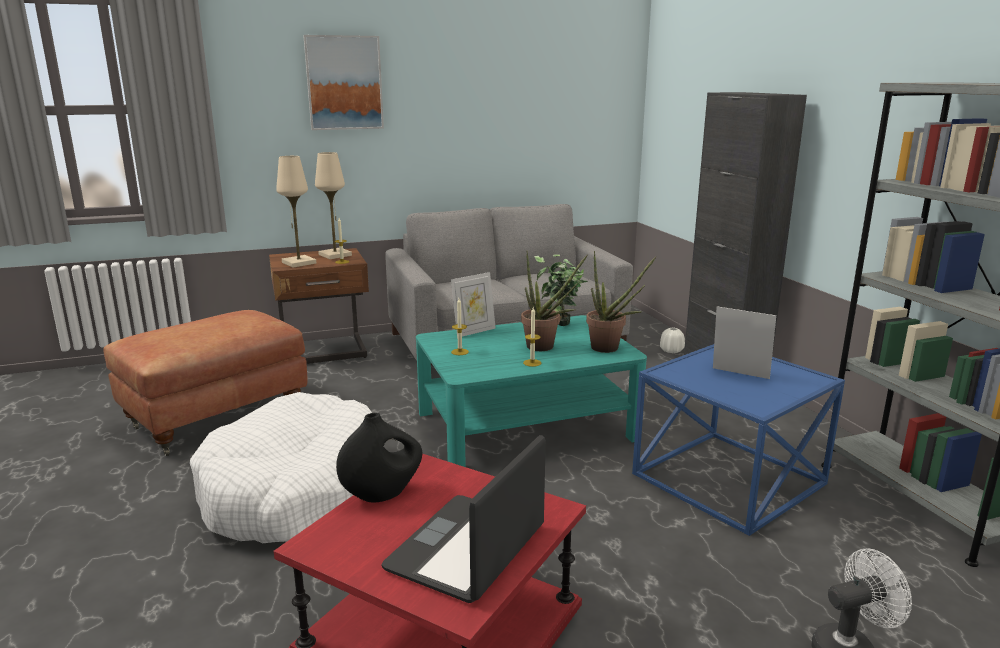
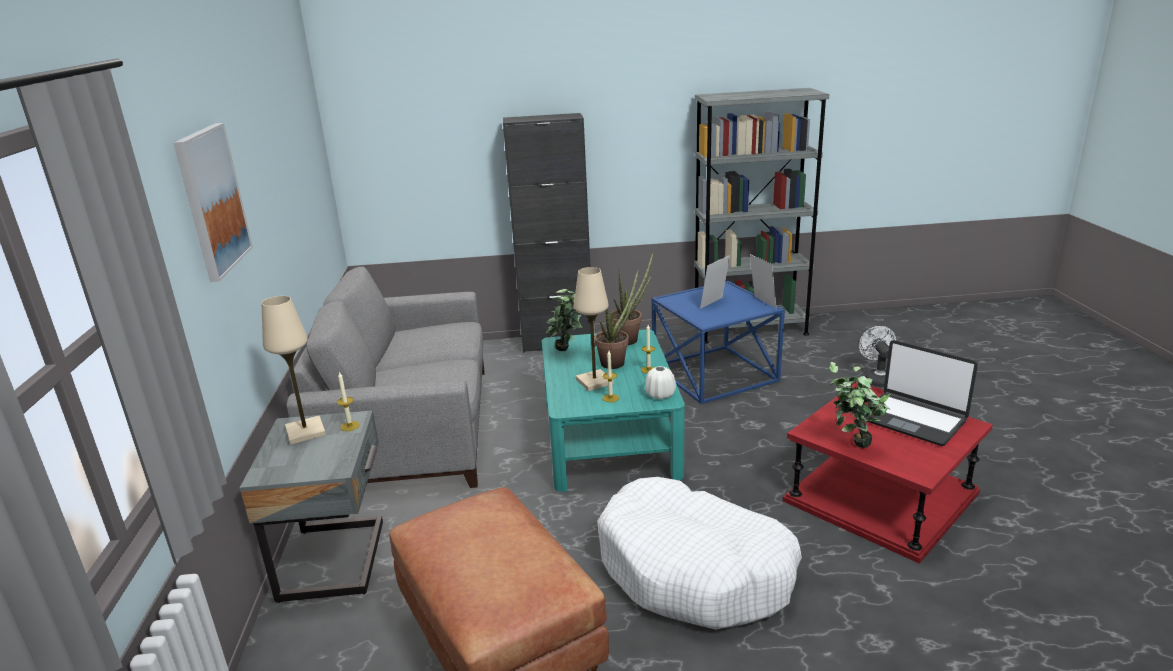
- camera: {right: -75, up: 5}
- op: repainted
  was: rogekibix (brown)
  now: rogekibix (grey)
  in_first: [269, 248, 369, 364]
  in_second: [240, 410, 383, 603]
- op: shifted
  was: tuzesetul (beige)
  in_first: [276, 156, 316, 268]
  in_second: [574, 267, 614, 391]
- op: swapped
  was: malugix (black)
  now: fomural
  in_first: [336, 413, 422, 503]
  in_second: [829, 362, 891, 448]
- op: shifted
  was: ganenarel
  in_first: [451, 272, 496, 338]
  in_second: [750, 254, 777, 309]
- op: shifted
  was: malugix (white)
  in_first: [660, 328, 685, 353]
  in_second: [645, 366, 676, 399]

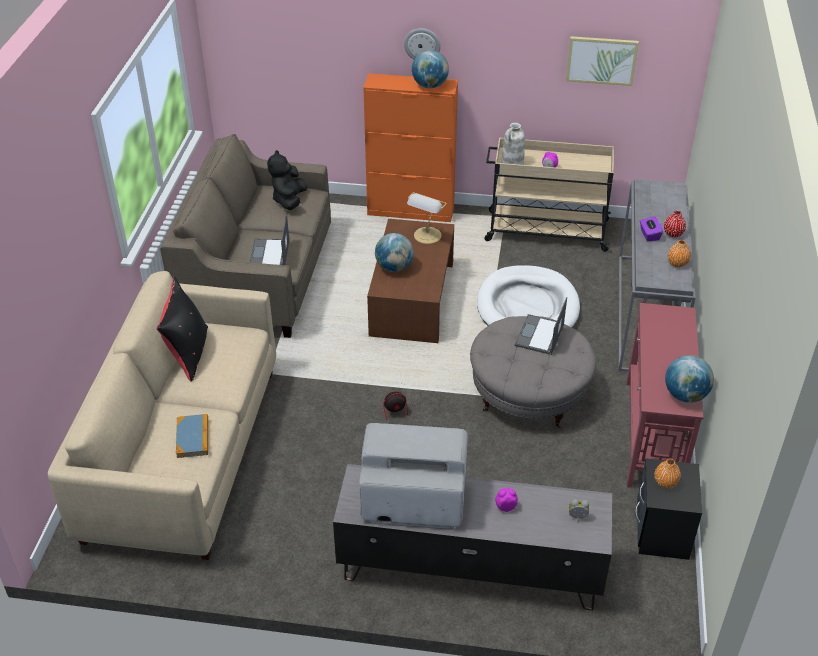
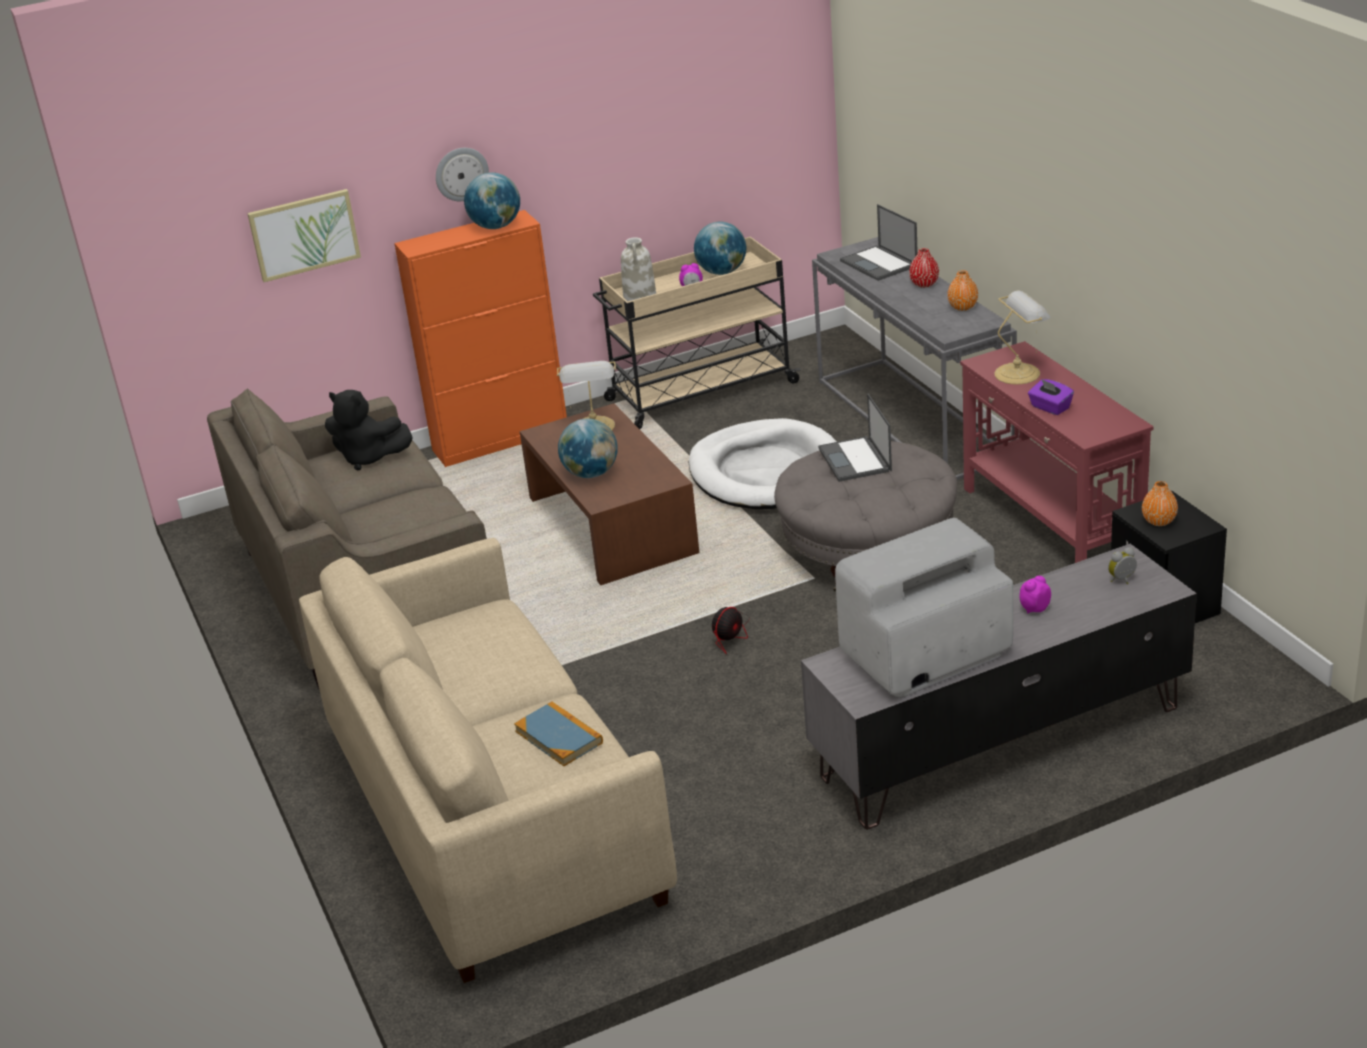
- camera: {right: -30, up: -10}
- op: gone
  was: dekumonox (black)
  in_first: [156, 276, 208, 382]
- op: shifted
  was: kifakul
  in_first: [250, 214, 289, 265]
  in_second: [840, 204, 918, 281]
- op: rotated
  was: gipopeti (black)
  in_first: [267, 150, 307, 210]
  in_second: [325, 390, 413, 471]
  clockwise: -45
- op: shifted
  was: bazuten
  in_first: [566, 36, 639, 86]
  in_second: [247, 189, 361, 282]
- op: shifted
  was: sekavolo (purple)
  in_first: [640, 216, 663, 241]
  in_second: [1028, 379, 1074, 415]
- op: shifted
  was: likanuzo
  in_first: [665, 355, 714, 403]
  in_second: [694, 222, 746, 275]
- op: new
  now: tuzesetul
  in_second: [994, 291, 1051, 385]

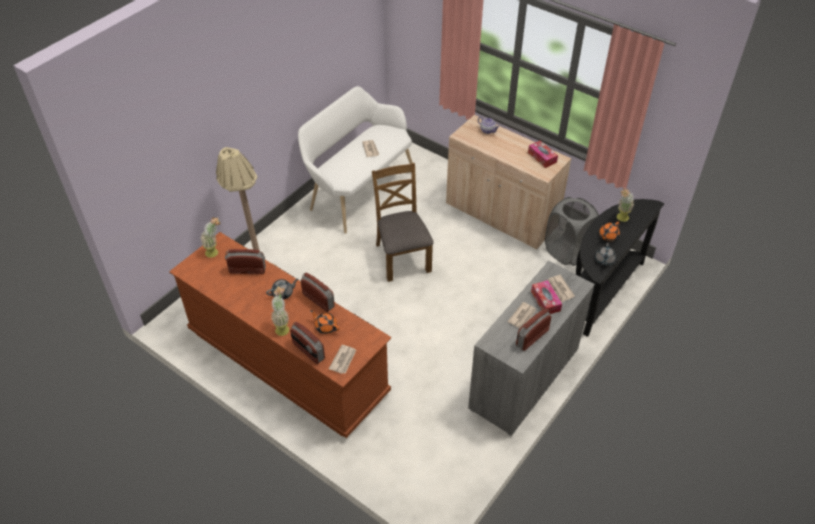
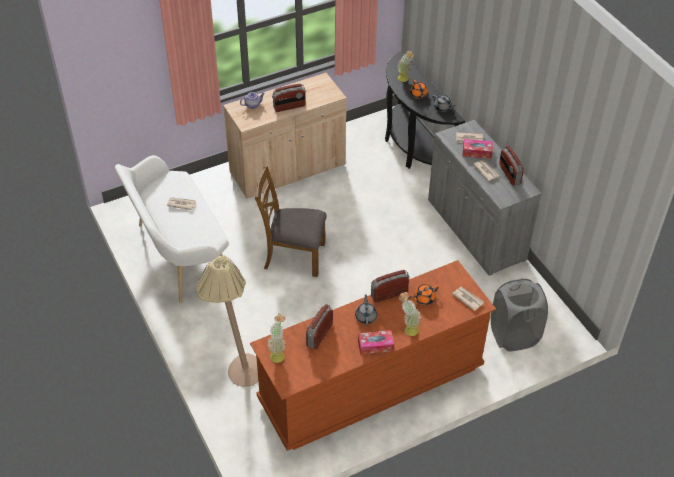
- camera: {right: -65, up: 0}
- op: shifted
  was: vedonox
  in_first: [290, 322, 325, 364]
  in_second: [272, 84, 306, 112]
- op: shifted
  was: sekavolo
  in_first: [528, 141, 558, 168]
  in_second: [358, 330, 394, 354]
- op: shifted
  was: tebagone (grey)
  in_first: [545, 197, 599, 266]
  in_second: [491, 278, 548, 351]

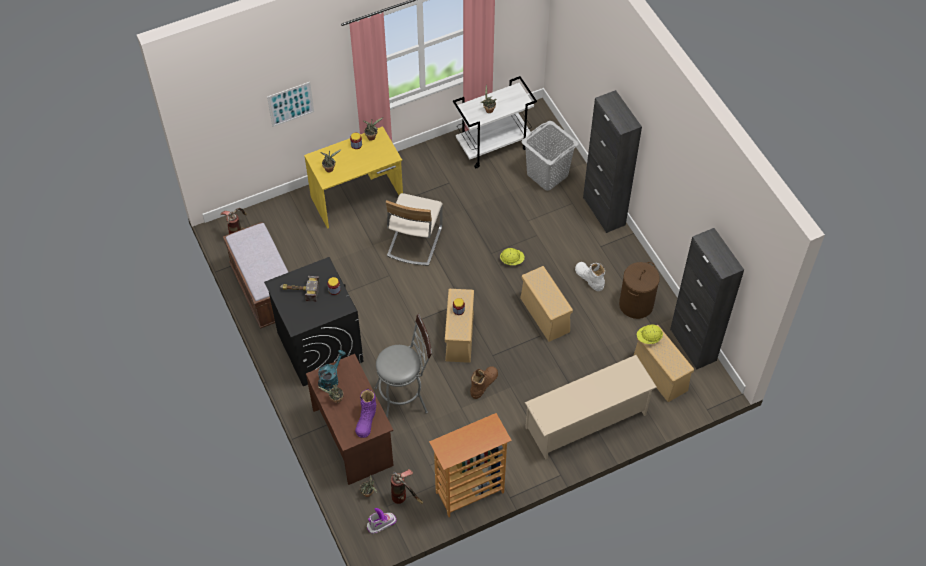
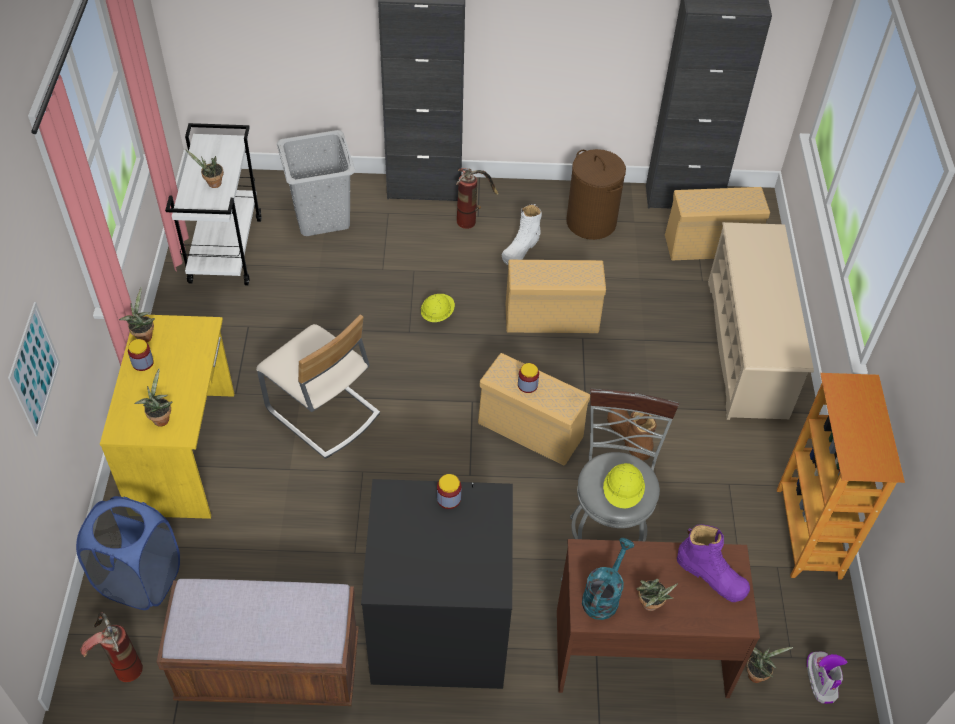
- camera: {right: -65, up: -5}
- op: gone
  was: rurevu
  in_first: [280, 276, 320, 302]
- op: rotated
  was: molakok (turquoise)
  in_first: [318, 350, 346, 391]
  in_second: [582, 538, 635, 620]
  clockwise: 60
- op: shifted
  was: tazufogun
  in_first: [391, 469, 423, 504]
  in_second: [456, 168, 499, 229]
- op: rotated
  was: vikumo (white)
  in_first: [575, 262, 605, 291]
  in_second: [502, 204, 542, 265]
  clockwise: -45
- op: shifted
  was: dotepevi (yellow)
  in_first: [637, 324, 663, 344]
  in_second: [603, 463, 645, 509]
- op: new
  now: tebagone (blue)
  in_second: [76, 496, 180, 610]

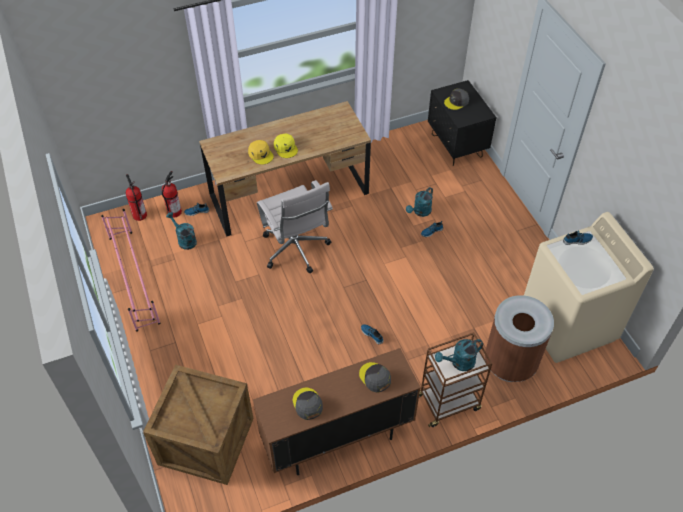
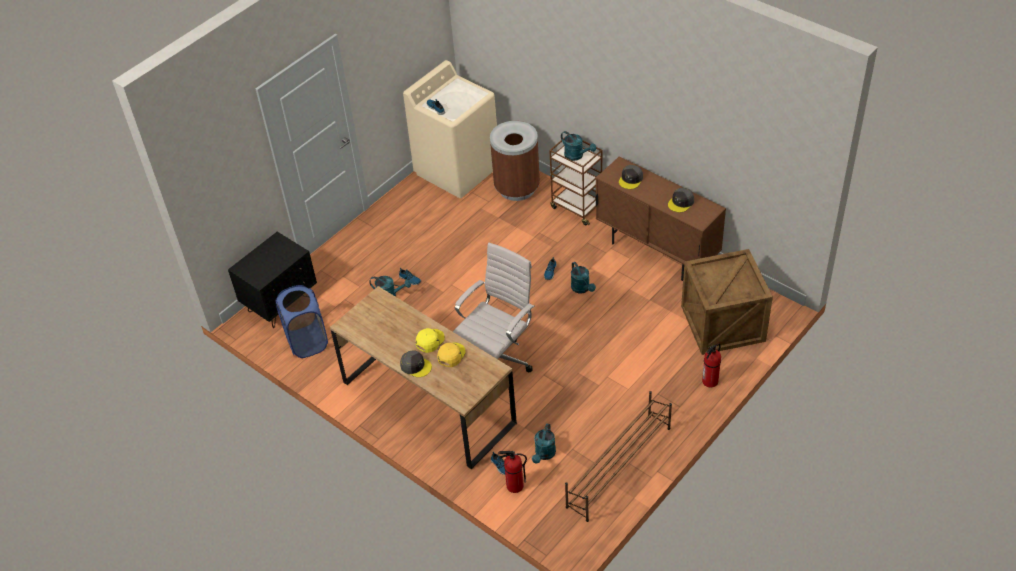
- camera: {right: -115, up: -5}
- op: repainted
  was: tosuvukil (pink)
  now: tosuvukil (brown)
  in_first: [101, 209, 161, 332]
  in_second: [565, 391, 672, 522]
- op: shifted
  was: tazufogun
  in_first: [126, 174, 147, 221]
  in_second: [702, 343, 721, 387]
- op: shifted
  was: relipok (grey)
  in_first: [444, 89, 469, 110]
  in_second: [400, 350, 432, 377]
- op: new
  now: tebagone (blue)
  in_second: [275, 285, 328, 358]
- op: new
  now: molakok (turquoise)
  in_second: [571, 262, 596, 294]

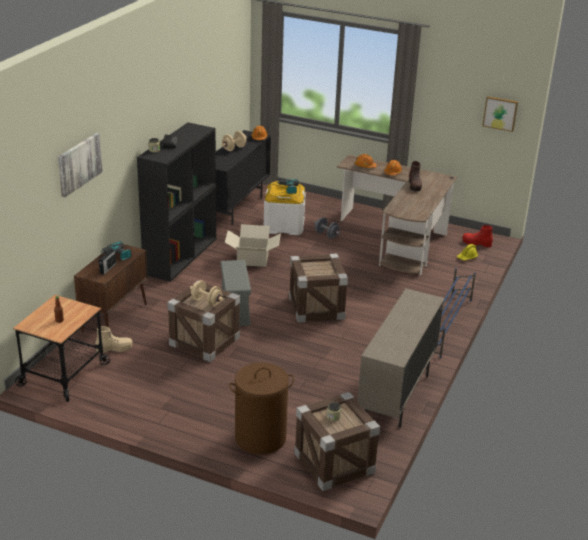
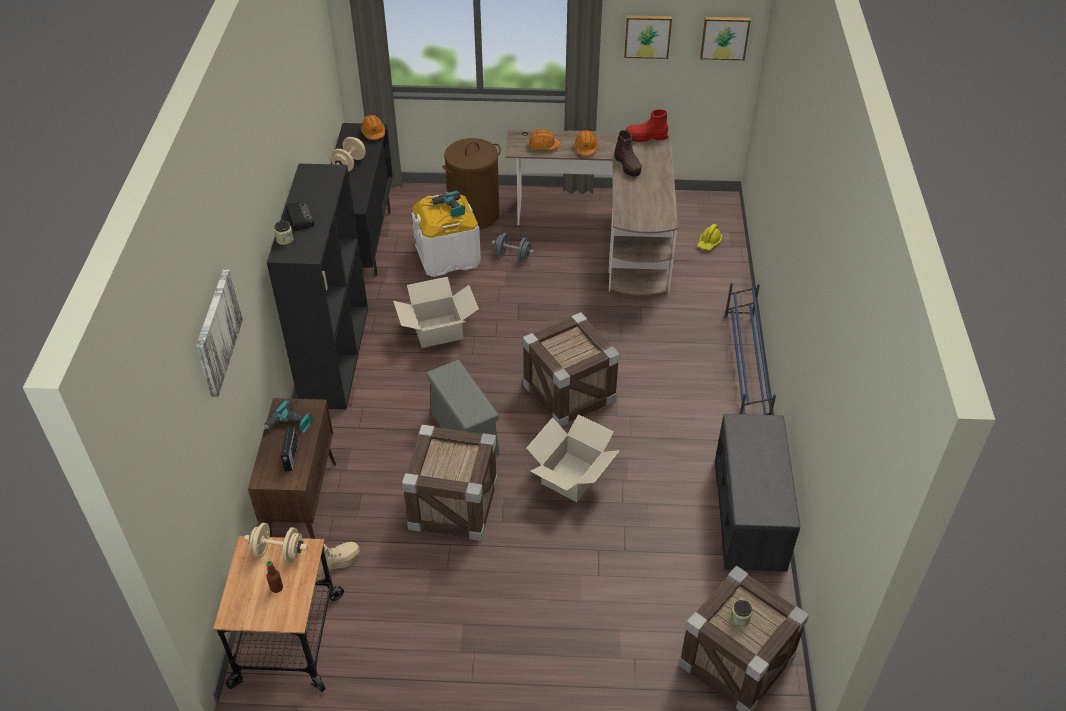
- camera: {right: -20, up: 15}
- op: shifted
  was: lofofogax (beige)
  in_first: [190, 280, 223, 306]
  in_second: [244, 523, 308, 563]
- op: shifted
  was: tebagone (brown)
  in_first: [229, 362, 294, 455]
  in_second: [442, 138, 501, 230]
- op: swapped
  was: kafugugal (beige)
  now: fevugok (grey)
  in_first: [357, 288, 444, 428]
  in_second: [715, 414, 800, 572]
- op: shifted
  was: vikumo (red)
  in_first: [463, 225, 493, 247]
  in_second: [626, 109, 668, 142]
- op: new
  now: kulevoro
  in_second: [526, 414, 619, 502]
- op: new
  now: bazuten
  in_second: [624, 15, 672, 59]

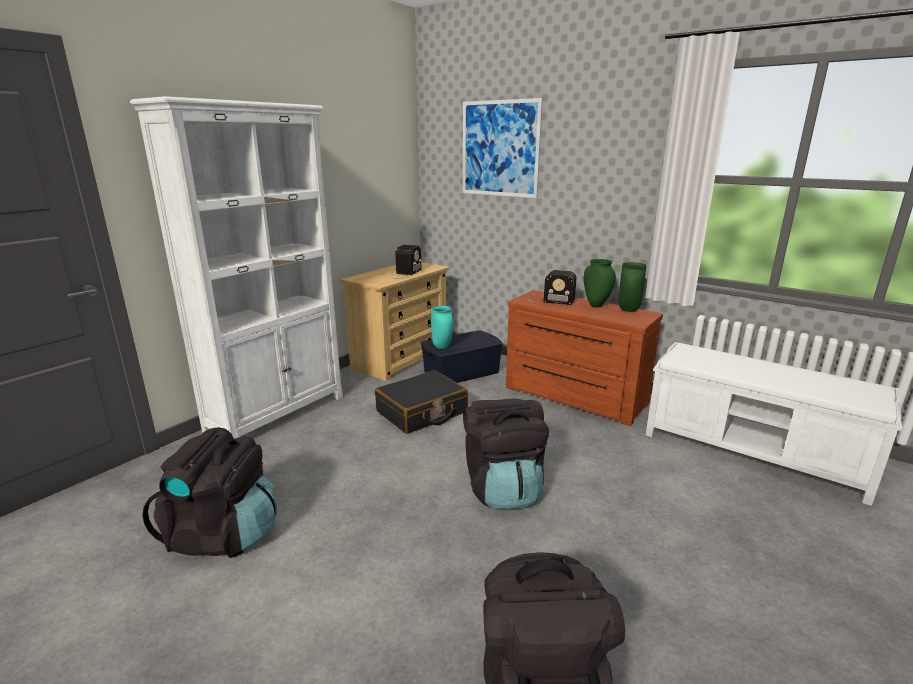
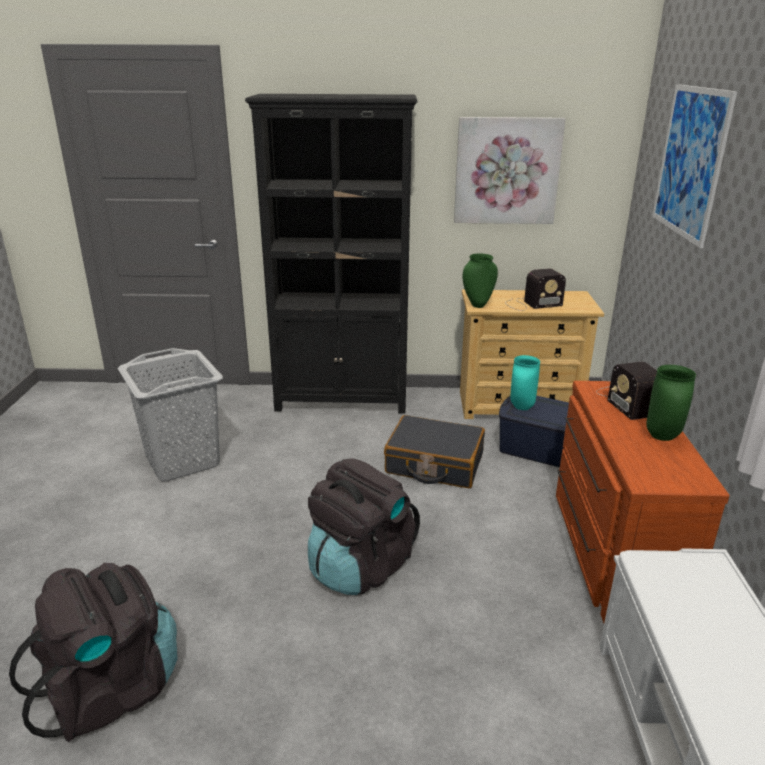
- camera: {right: 55, up: 5}
- op: repainted
  was: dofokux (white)
  now: dofokux (black)
  in_first: [130, 96, 343, 439]
  in_second: [245, 94, 418, 414]
- op: swapped
  was: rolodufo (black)
  now: tebagone (grey)
  in_first: [142, 427, 277, 558]
  in_second: [118, 348, 223, 481]
- op: shifted
  was: malugix (green)
  in_first: [618, 262, 646, 312]
  in_second: [463, 254, 498, 308]
- op: new
  now: bazuten
  in_second: [454, 117, 565, 224]

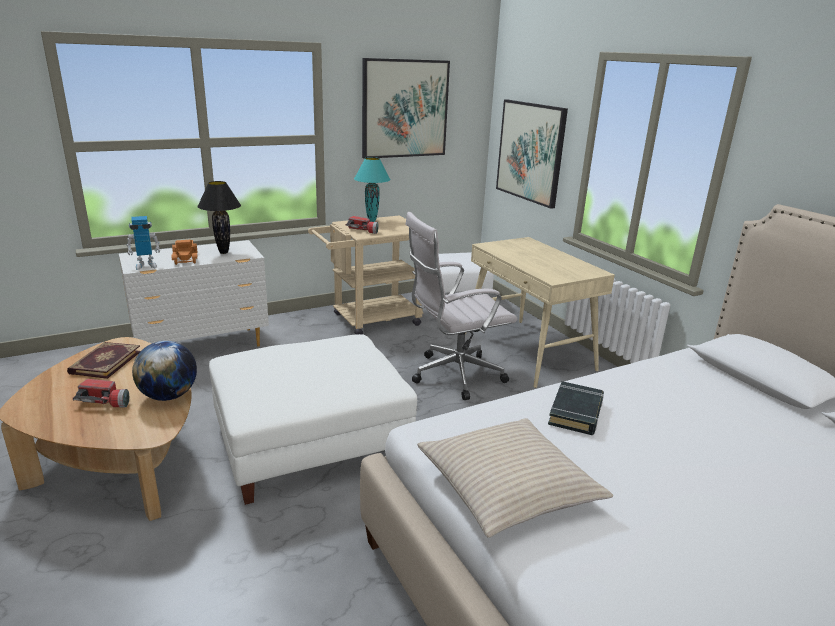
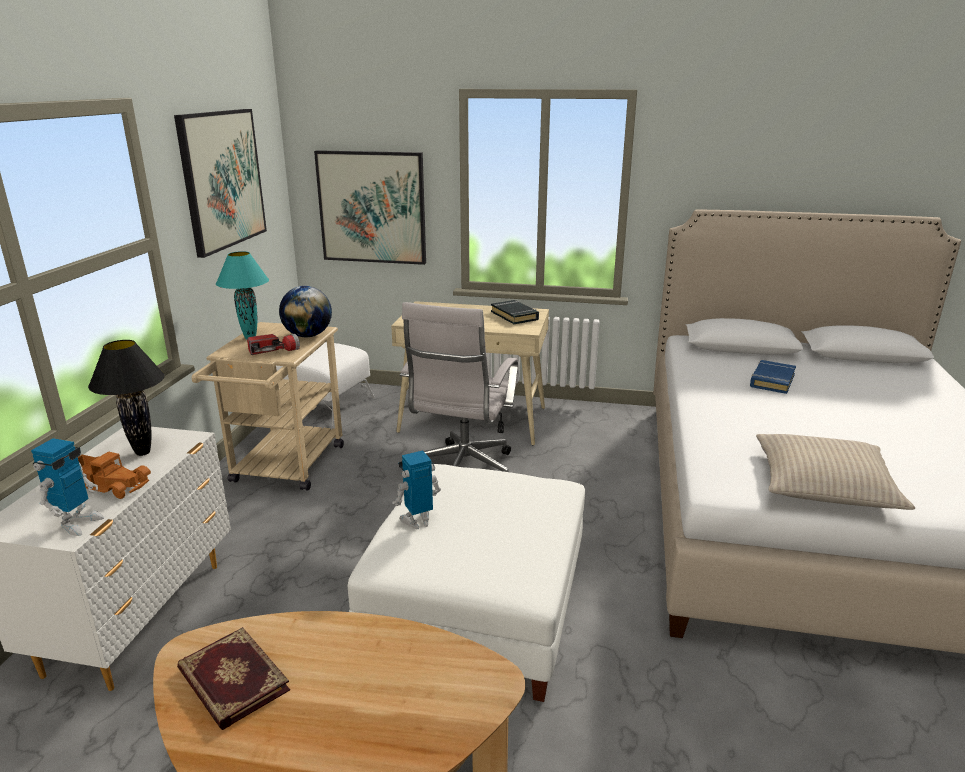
- camera: {right: -50, up: 0}
- op: gone
  was: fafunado
  in_first: [73, 379, 129, 408]
- op: shifted
  was: likanuzo
  in_first: [132, 341, 197, 401]
  in_second: [279, 286, 332, 337]
- op: shifted
  was: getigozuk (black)
  in_first: [548, 381, 604, 435]
  in_second: [491, 300, 539, 324]
- op: new
  now: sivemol
  in_second: [393, 450, 441, 529]
- op: new
  now: getigozuk (blue)
  in_second: [750, 360, 796, 394]

